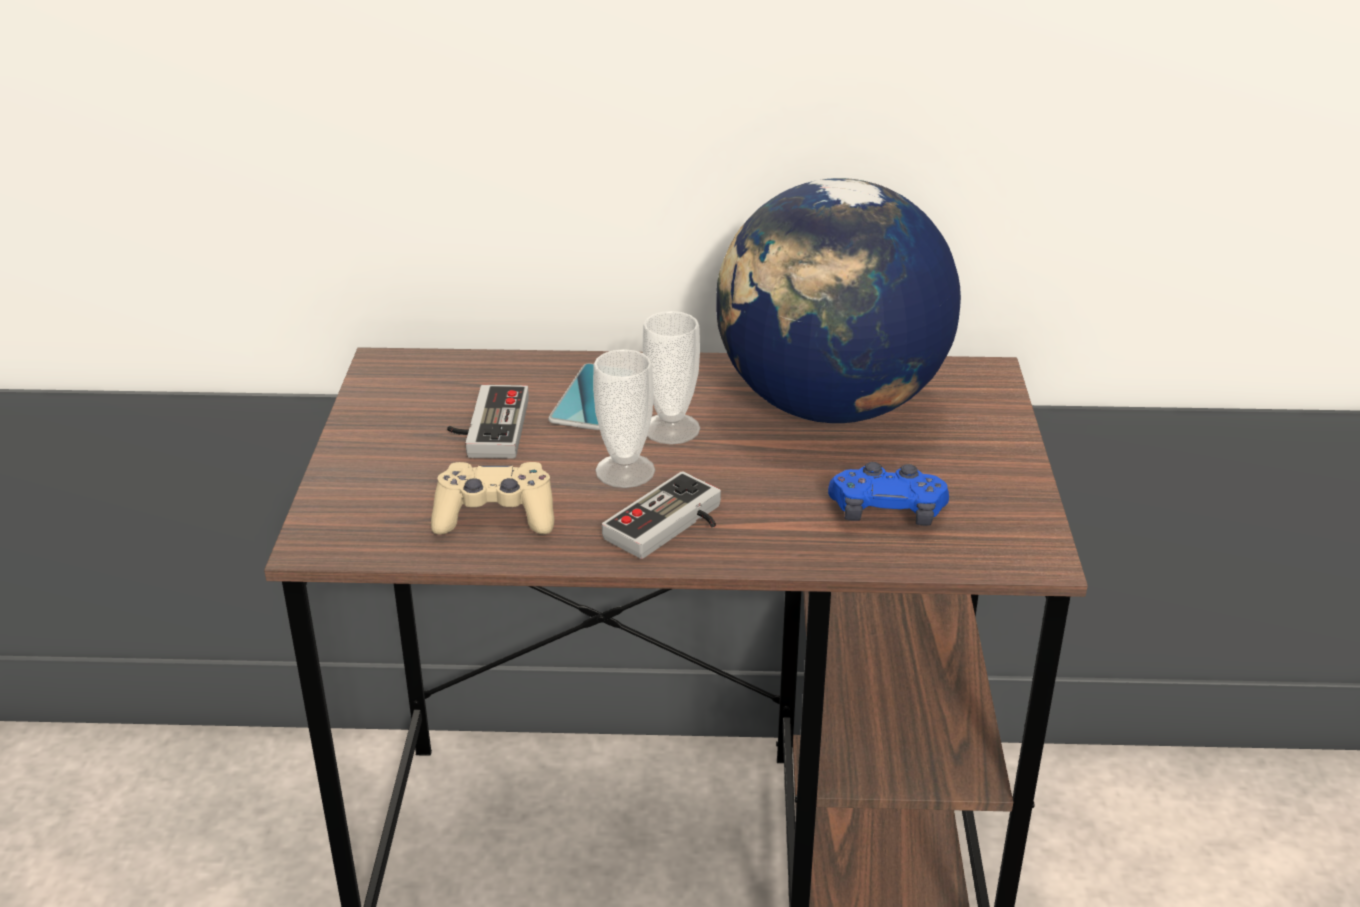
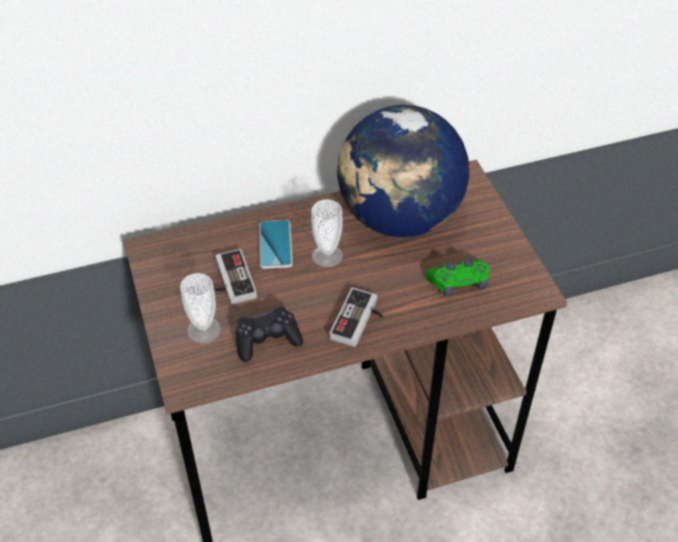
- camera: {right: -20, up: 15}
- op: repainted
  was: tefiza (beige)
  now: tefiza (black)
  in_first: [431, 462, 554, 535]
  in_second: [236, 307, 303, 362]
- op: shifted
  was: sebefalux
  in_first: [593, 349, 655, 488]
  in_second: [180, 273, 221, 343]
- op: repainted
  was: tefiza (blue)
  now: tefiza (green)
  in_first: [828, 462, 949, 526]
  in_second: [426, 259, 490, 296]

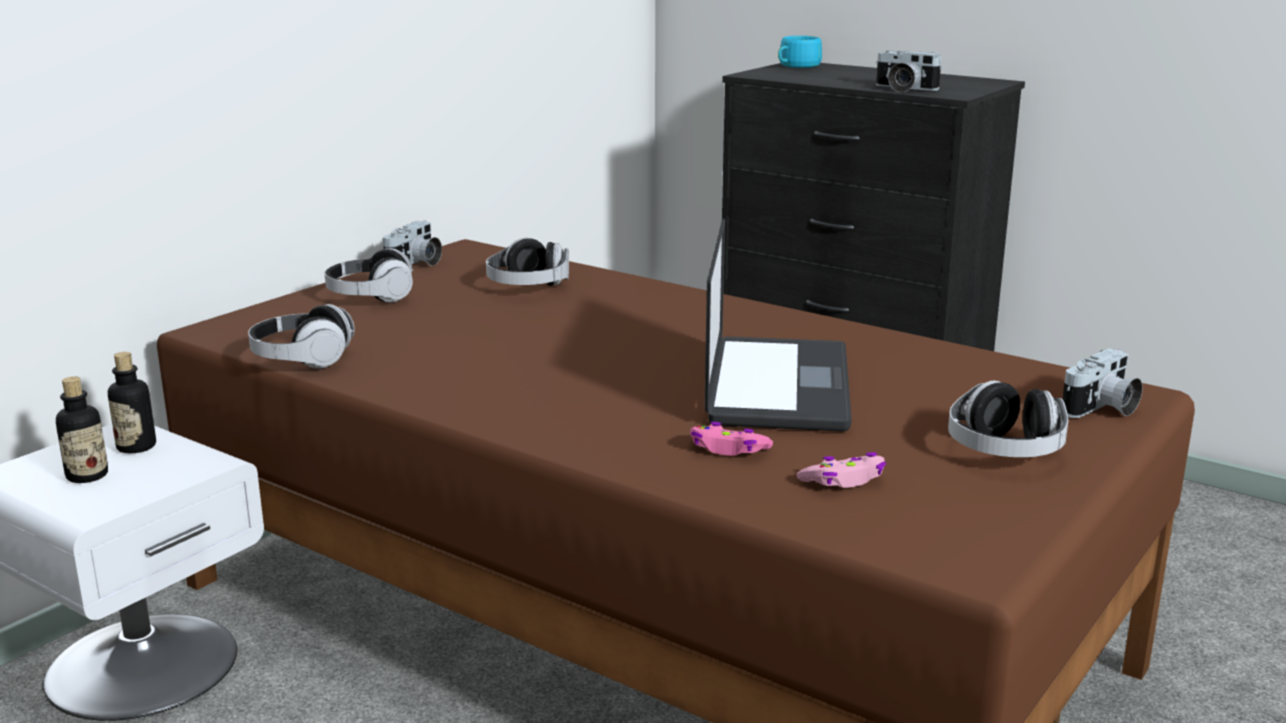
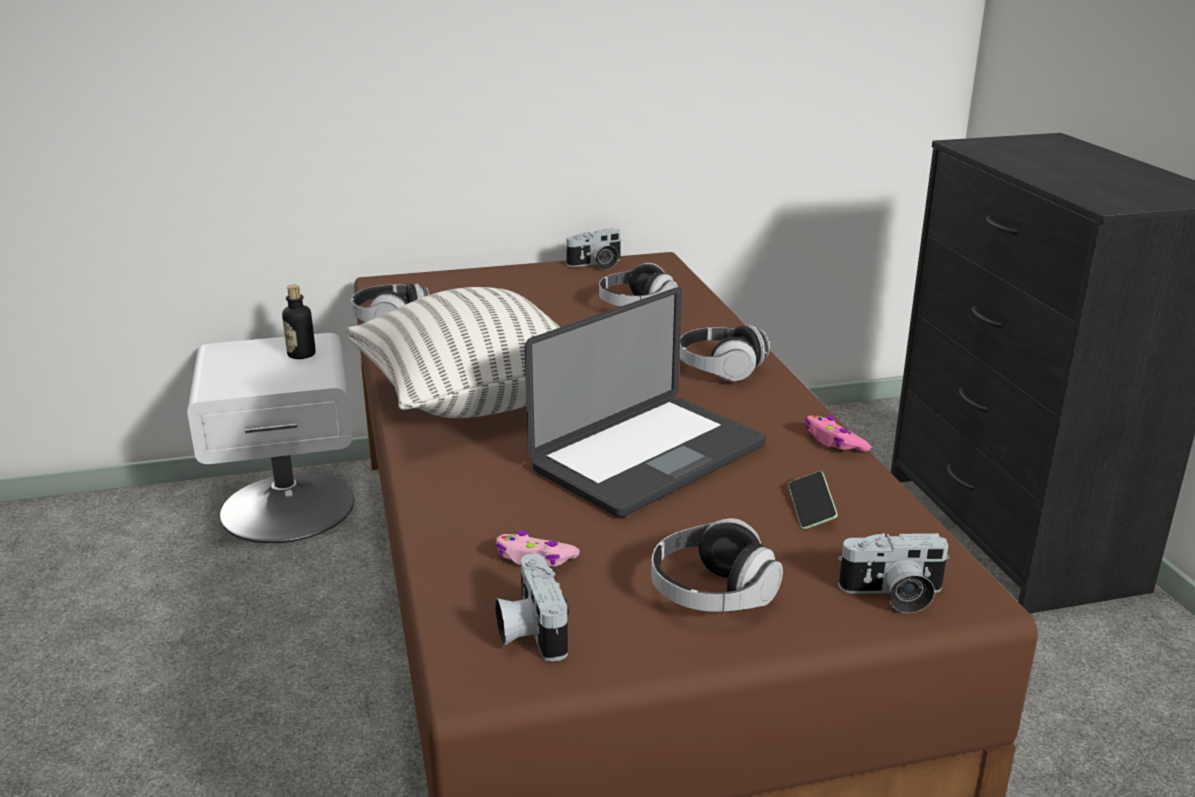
- camera: {right: 40, up: 5}
- op: gone
  was: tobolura
  in_first: [56, 376, 108, 483]
- op: shifted
  was: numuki
  in_first: [324, 248, 414, 302]
  in_second: [680, 325, 770, 382]
- op: shifted
  was: tefiza (pink)
  in_first: [690, 422, 773, 456]
  in_second: [805, 415, 871, 452]
- op: gone
  was: sebefalux (turquoise)
  in_first: [778, 36, 822, 68]
- op: shifted
  was: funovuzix
  in_first: [876, 50, 942, 92]
  in_second: [495, 554, 569, 662]
- op: new
  now: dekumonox
  in_second: [346, 287, 560, 418]
- op: new
  now: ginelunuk
  in_second: [788, 471, 838, 530]

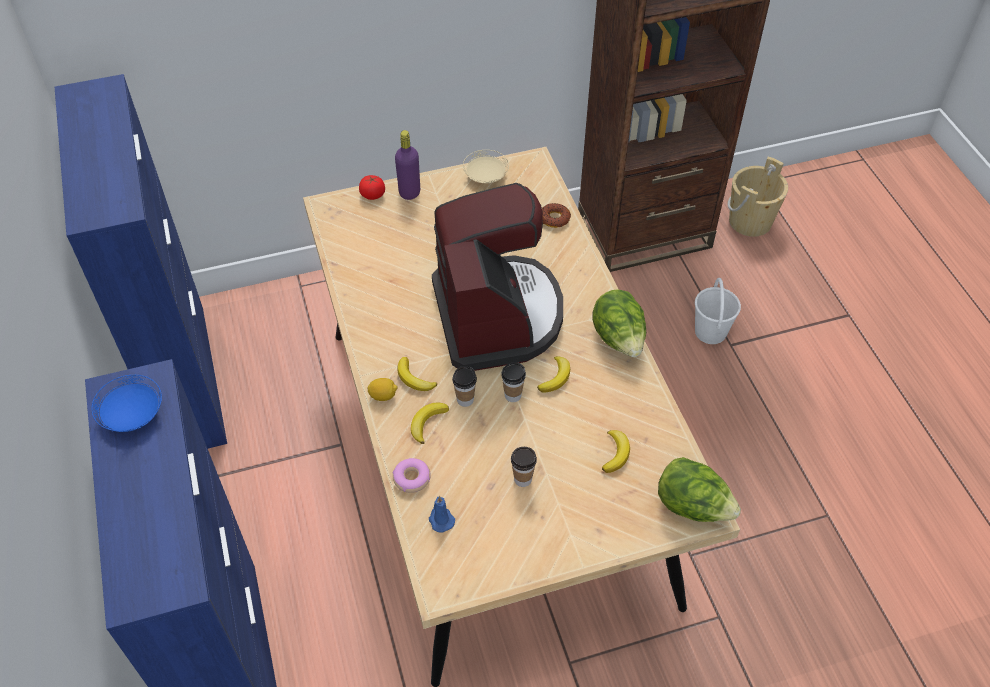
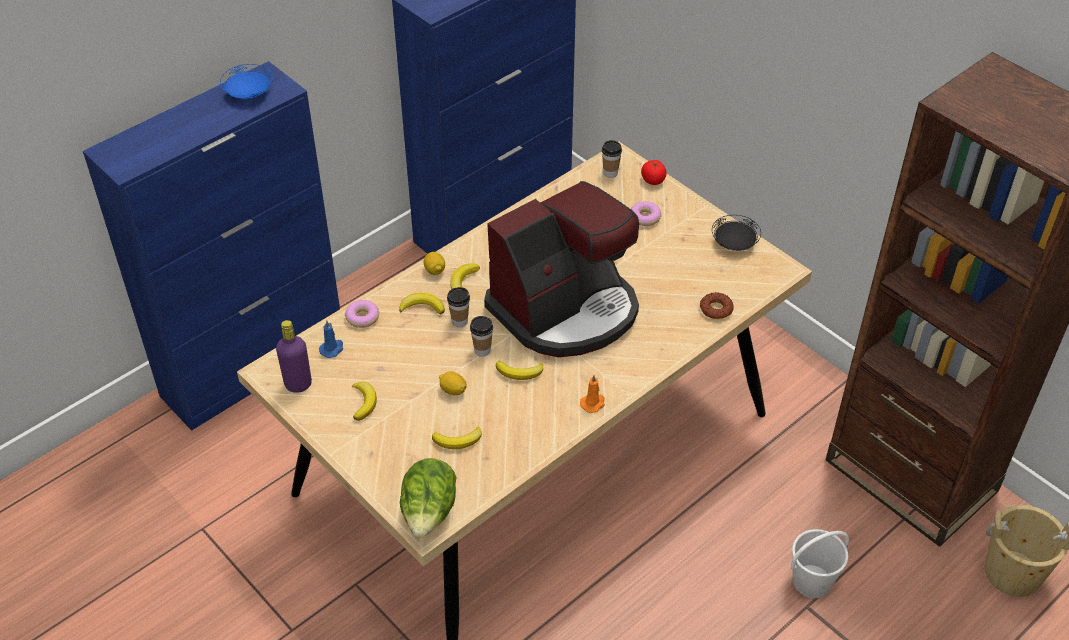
- camera: {right: 65, up: -5}
- op: shifted
  was: tobolura (purple)
  in_first: [395, 130, 420, 200]
  in_second: [276, 320, 312, 393]
- op: repainted
  was: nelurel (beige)
  now: nelurel (black)
  in_first: [463, 150, 509, 183]
  in_second: [712, 215, 761, 251]
- op: shifted
  was: sebefalux
  in_first: [511, 447, 537, 487]
  in_second: [602, 140, 622, 178]
- op: swapped
  was: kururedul
  now: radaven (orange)
  in_first: [592, 289, 646, 357]
  in_second: [580, 375, 605, 413]
- op: new
  now: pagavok
  in_second: [352, 382, 377, 421]
- op: new
  now: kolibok
  in_second: [439, 371, 467, 395]
- op: new
  now: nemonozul
  in_second: [631, 201, 661, 226]

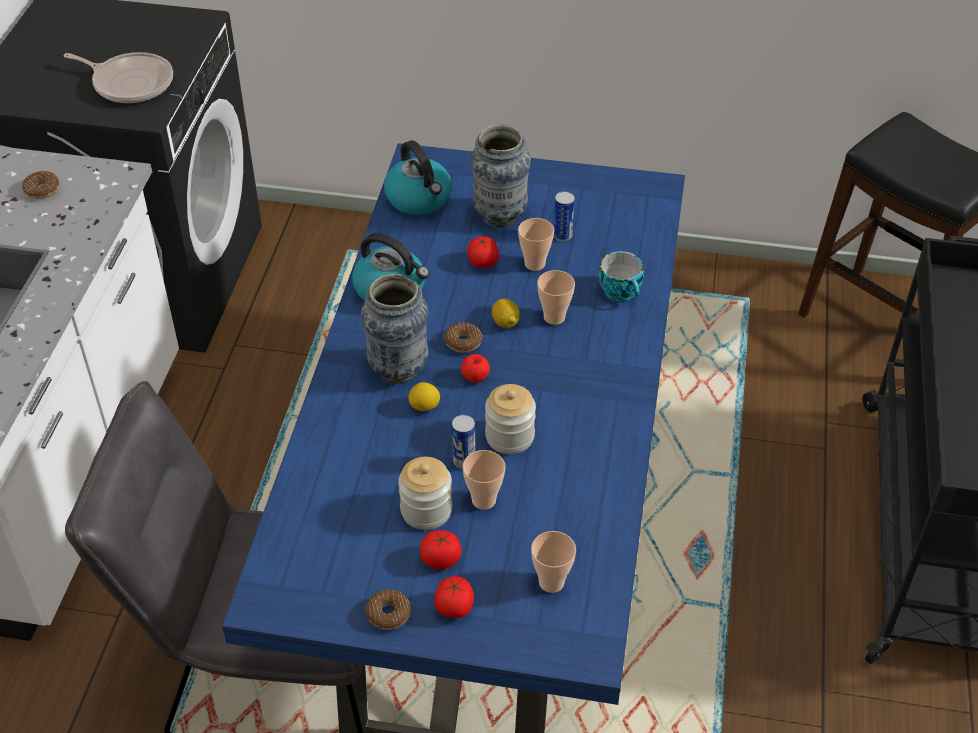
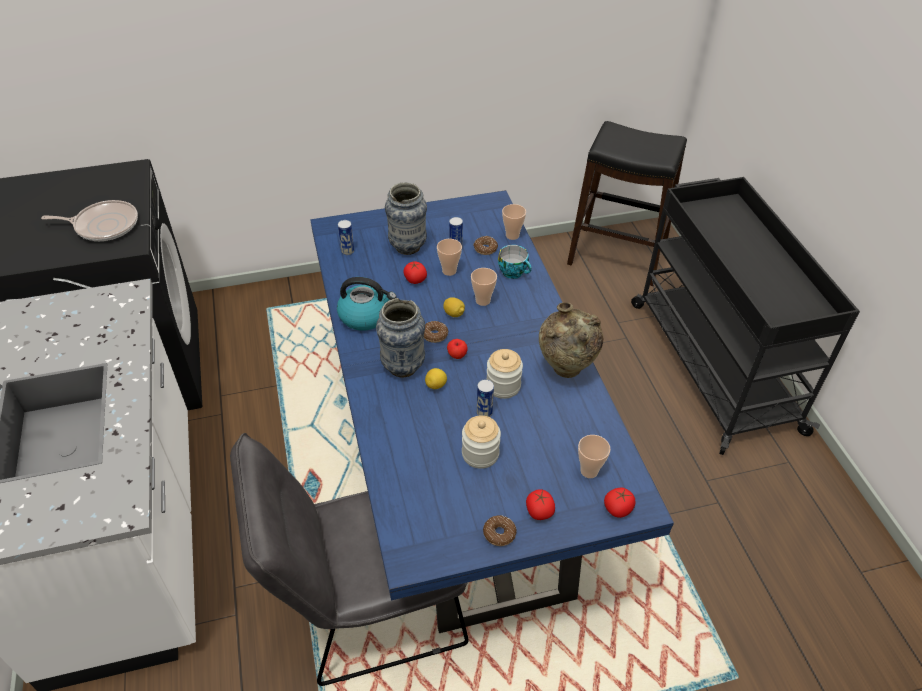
- camera: {right: -25, up: 0}
- op: shifted
  was: nemonozul
  in_first: [22, 171, 59, 199]
  in_second: [473, 236, 498, 255]
- op: swapped
  was: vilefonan
  now: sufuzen
  in_first: [384, 140, 452, 215]
  in_second: [338, 220, 354, 255]
- op: shifted
  was: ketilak
  in_first: [420, 530, 462, 569]
  in_second: [604, 488, 636, 518]
- op: shifted
  was: sebefalux
  in_first: [463, 450, 505, 510]
  in_second: [502, 204, 526, 240]
- op: new
  now: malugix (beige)
  in_second: [539, 302, 603, 378]

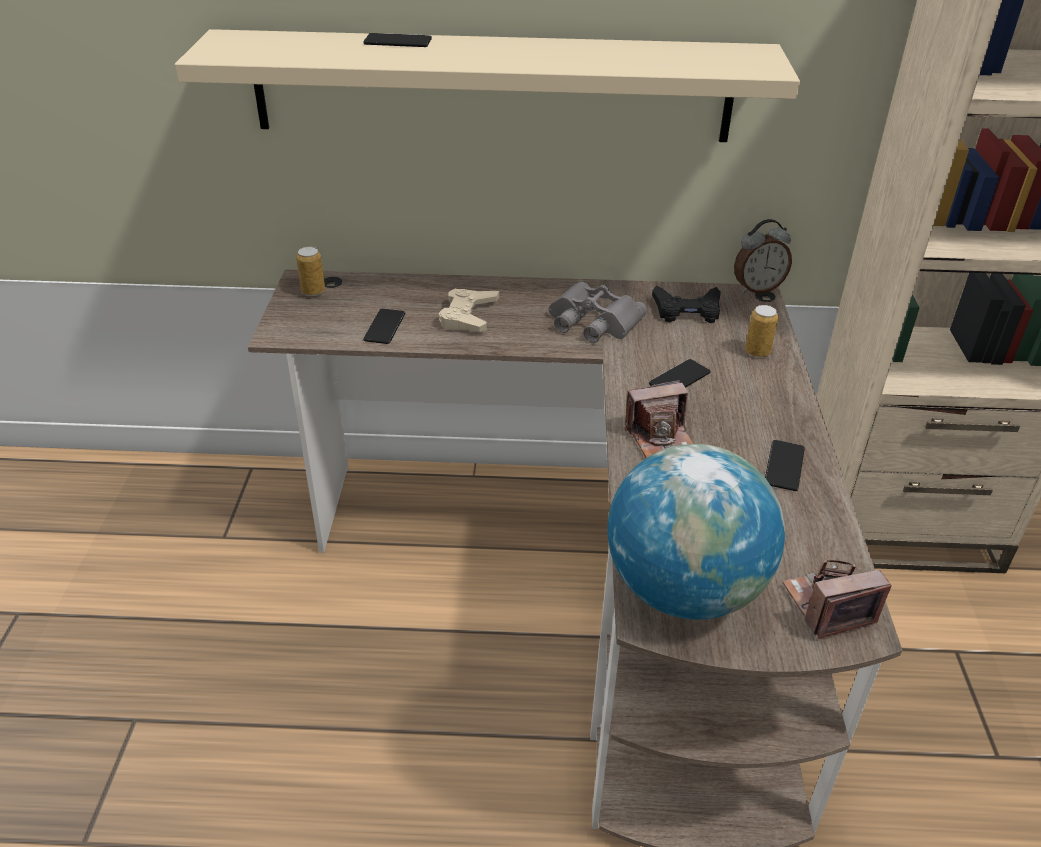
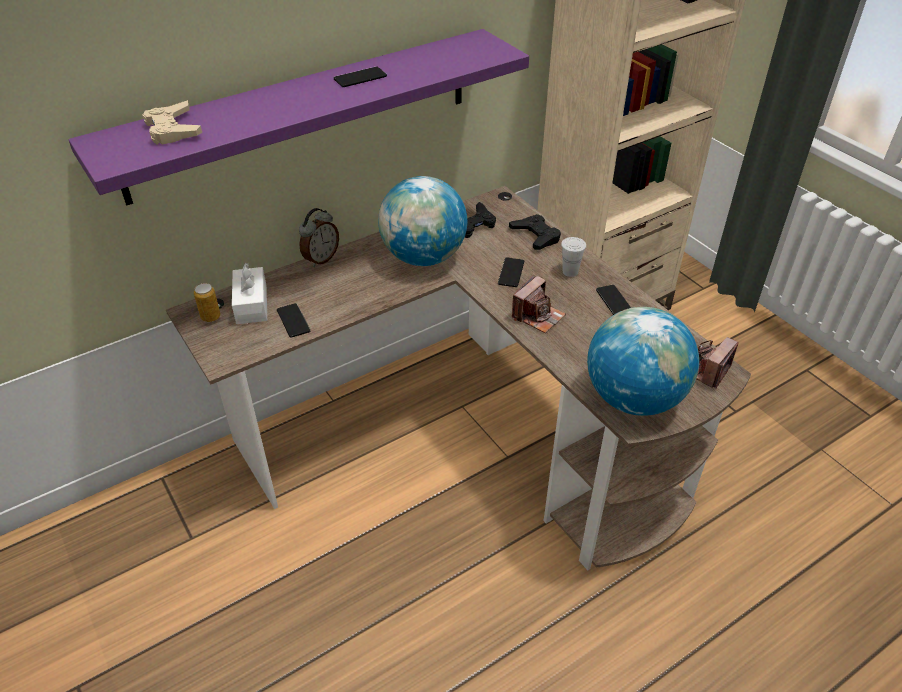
- camera: {right: -35, up: 5}
- op: repainted
  was: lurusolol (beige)
  now: lurusolol (purple)
  in_first: [175, 29, 800, 142]
  in_second: [68, 29, 529, 205]
- op: shifted
  was: ginelunuk
  in_first: [364, 33, 432, 47]
  in_second: [334, 66, 387, 87]
- op: shifted
  was: tefiza (beige)
  in_first: [439, 288, 499, 332]
  in_second: [143, 100, 202, 145]
- op: swapped
  was: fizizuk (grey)
  now: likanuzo
  in_first: [549, 282, 647, 343]
  in_second: [378, 176, 467, 266]
- op: shifted
  was: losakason
  in_first: [734, 219, 792, 293]
  in_second: [299, 208, 339, 267]
- op: swapped
  was: sufuzen
  now: tefiza (black)
  in_first: [745, 305, 778, 358]
  in_second: [509, 214, 561, 250]
- op: new
  now: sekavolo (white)
  in_second: [232, 263, 267, 324]
- op: new
  now: sebefalux (white)
  in_second: [561, 237, 586, 277]

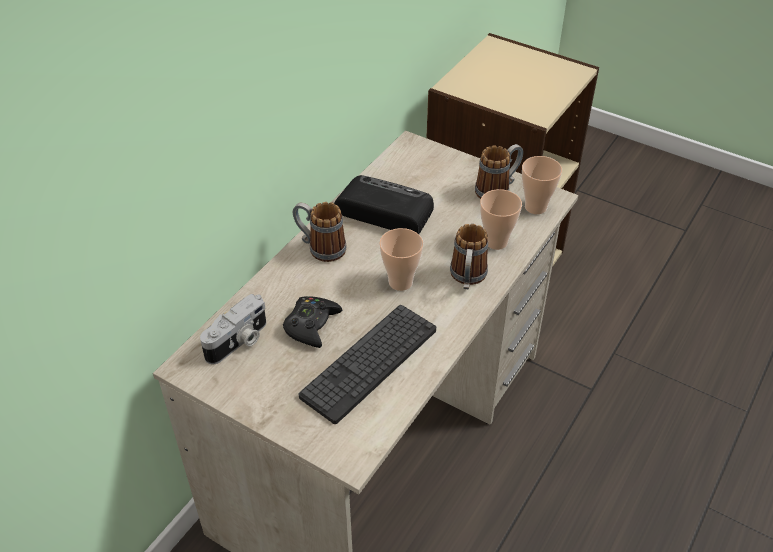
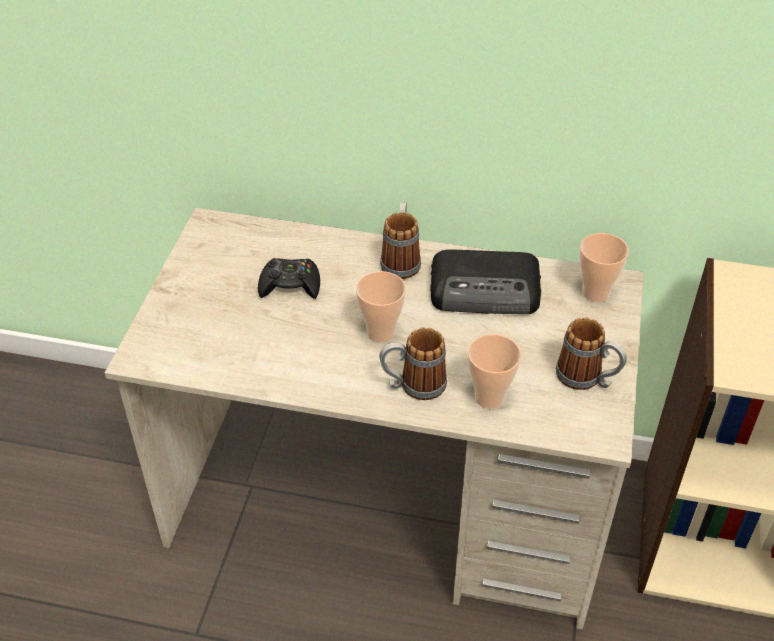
- camera: {right: 70, up: 0}
- op: gone
  was: funovuzix
  in_first: [200, 294, 266, 364]
- op: gone
  was: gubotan
  in_first: [299, 305, 436, 424]
- op: rotated
  was: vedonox
  in_first: [334, 175, 434, 234]
  in_second: [430, 249, 541, 314]
  clockwise: 90
- op: shifted
  was: sebefalux
  in_first: [522, 156, 562, 214]
  in_second: [580, 233, 629, 302]

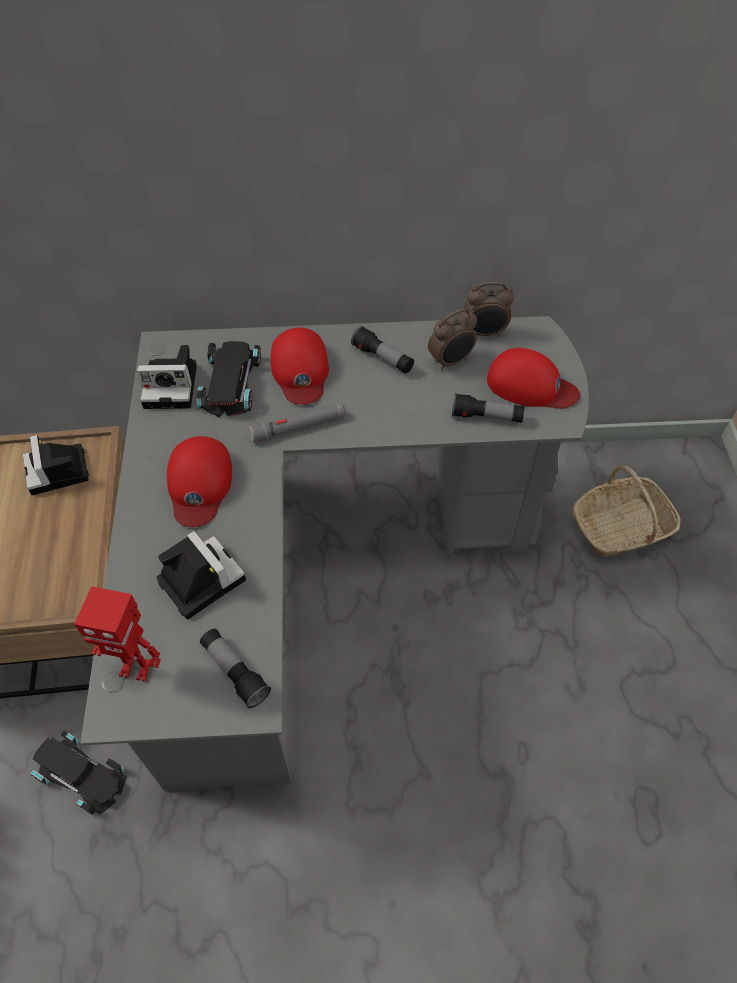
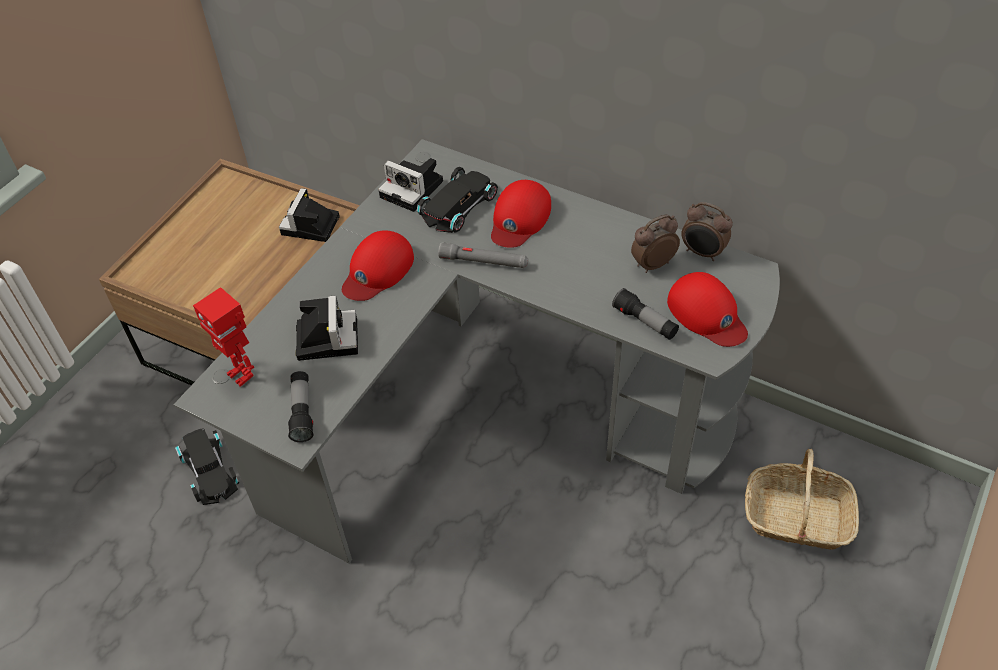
- camera: {right: 35, up: -5}
- op: gone
  was: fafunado
  in_first: [351, 326, 414, 374]
- op: rotated
  was: losakason
  in_first: [428, 308, 477, 370]
  in_second: [631, 214, 680, 273]
  clockwise: 150

